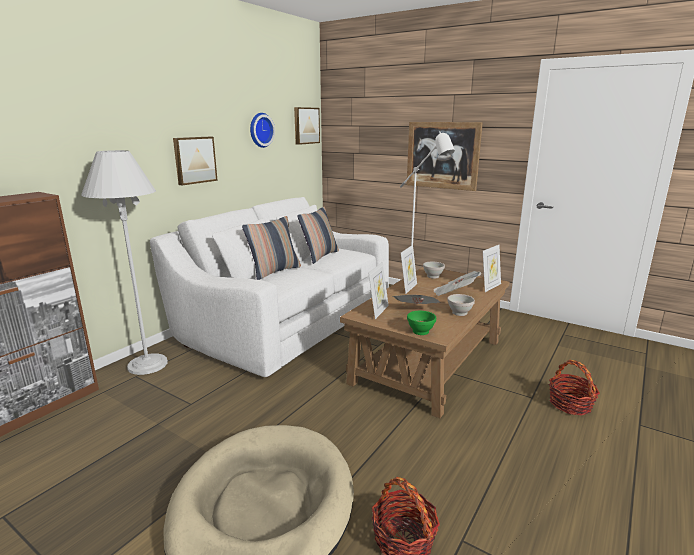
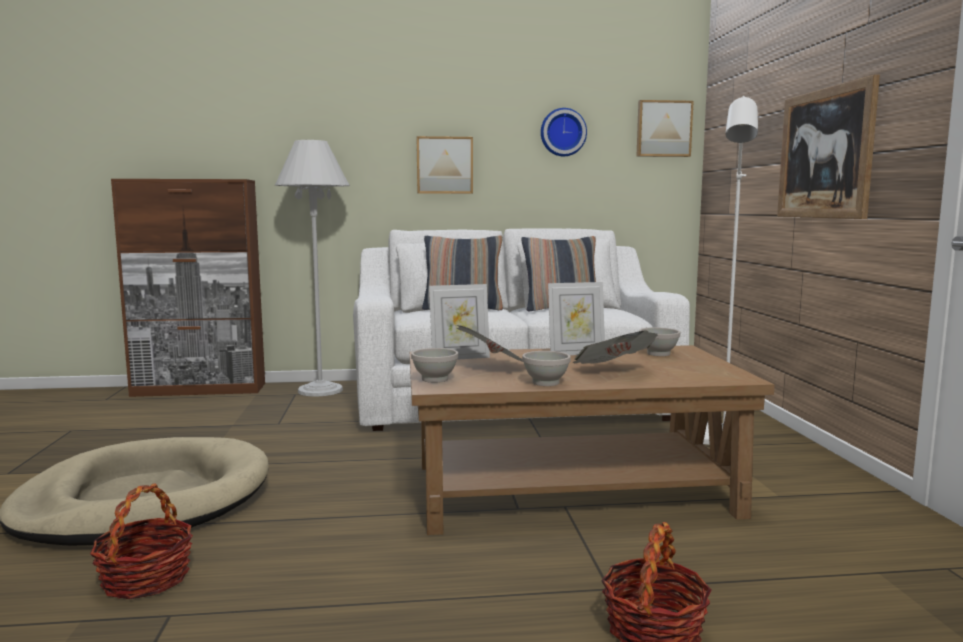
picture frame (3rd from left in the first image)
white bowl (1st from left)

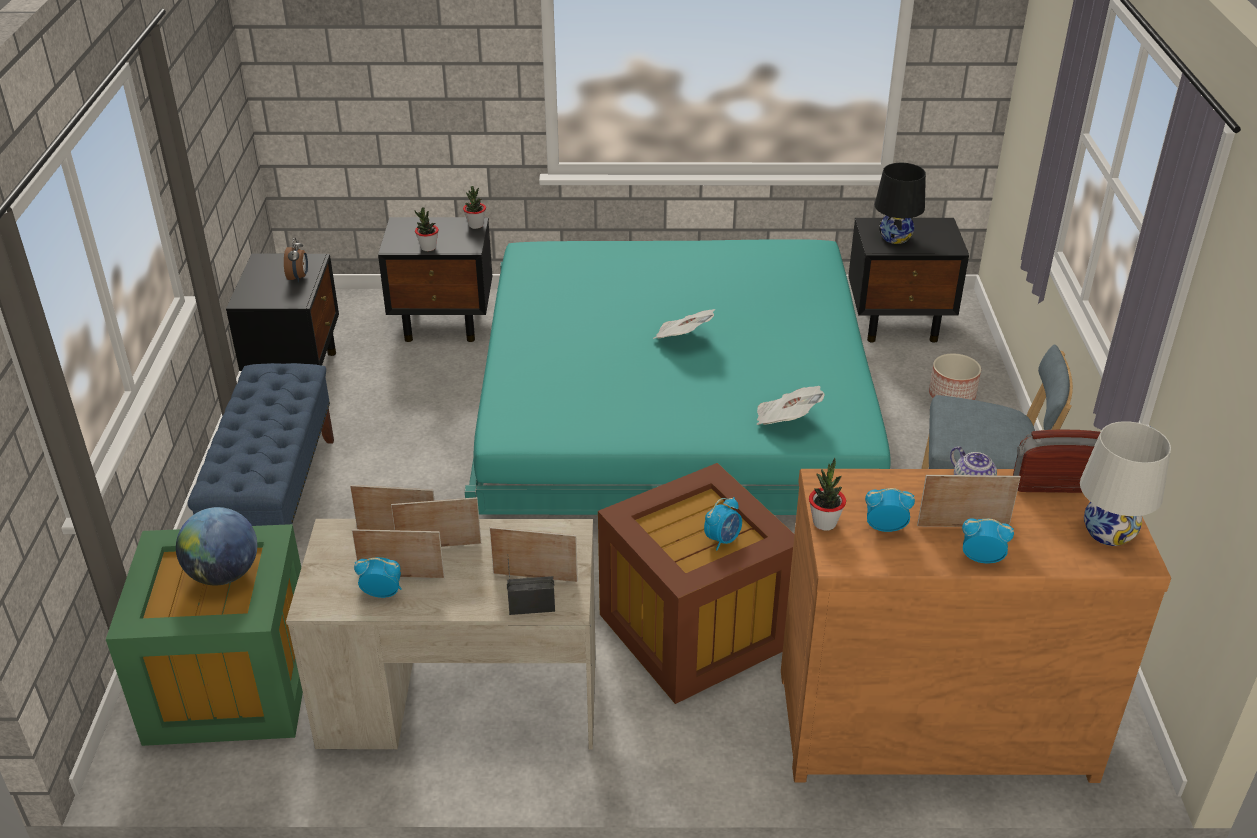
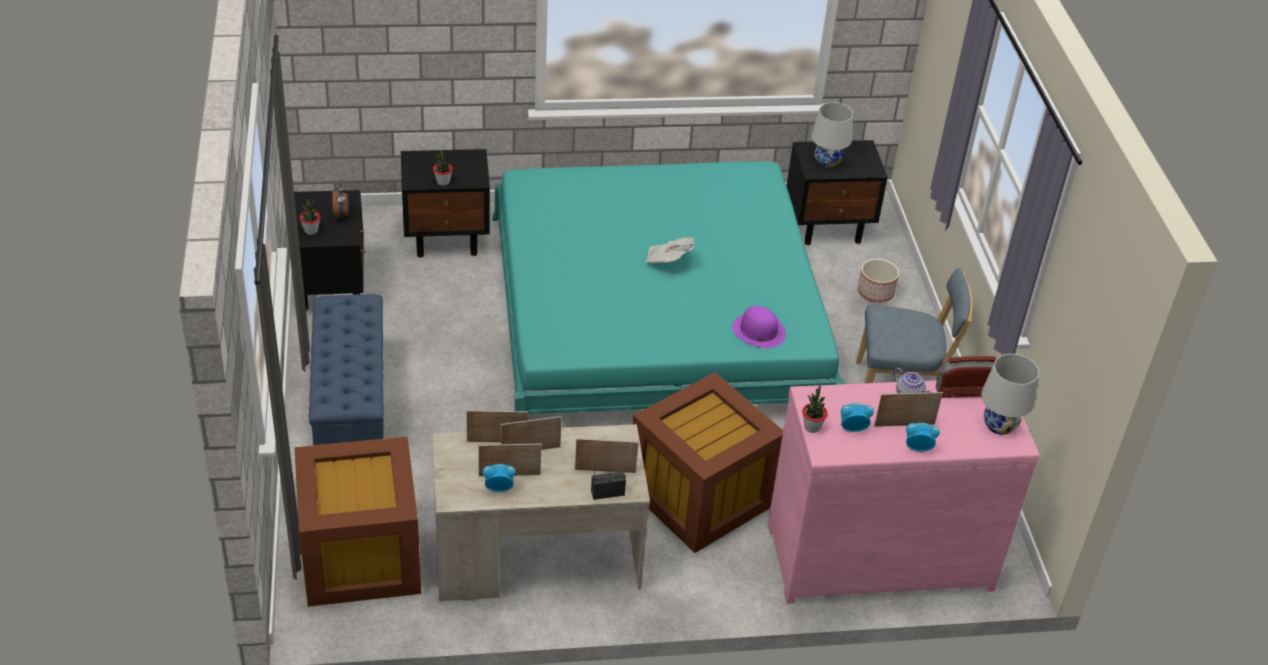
globe
alarm clock (3rd from left in the first image)
potted plant (1st from left)
purple hat
brown storage box (1st from left)
pink dresser
white table lamp (1st from left)

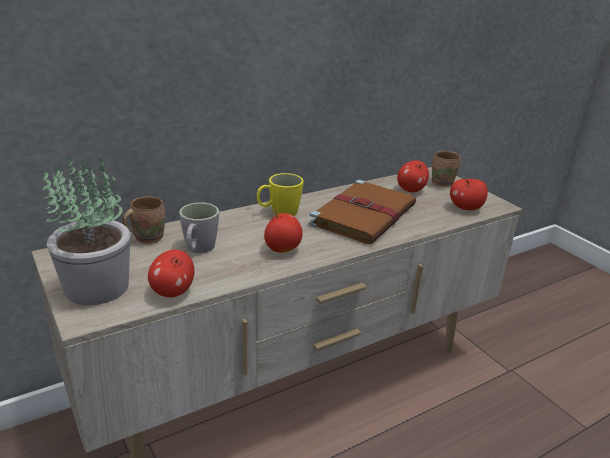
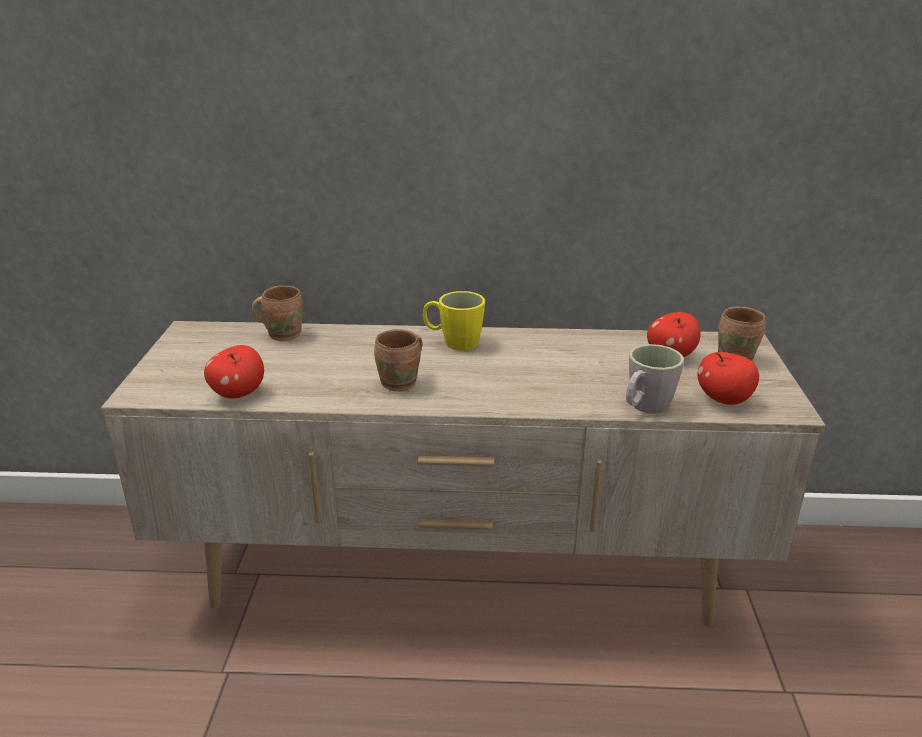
potted plant
brown book
grey mug
brown mug (2nd from left)

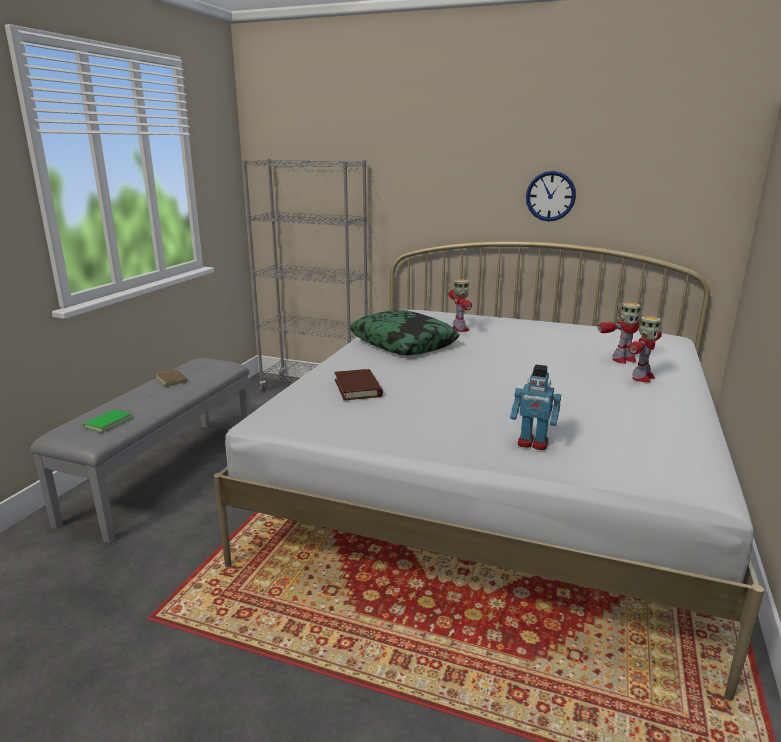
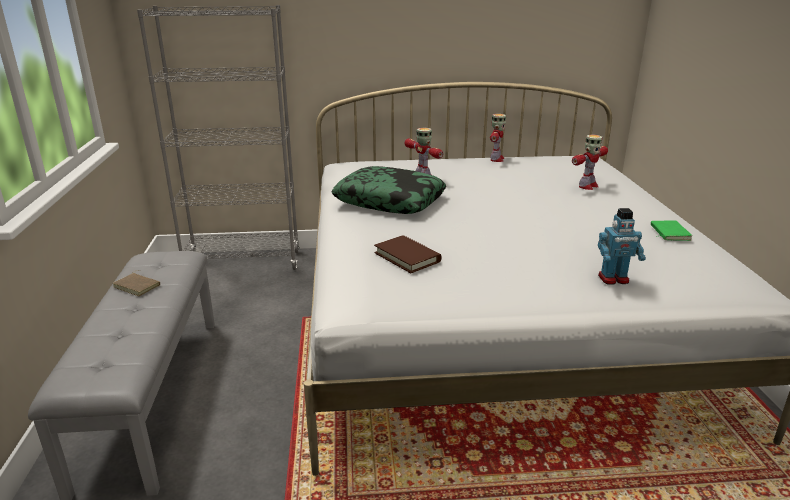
wall clock
green book
toy robot (2nd from left)

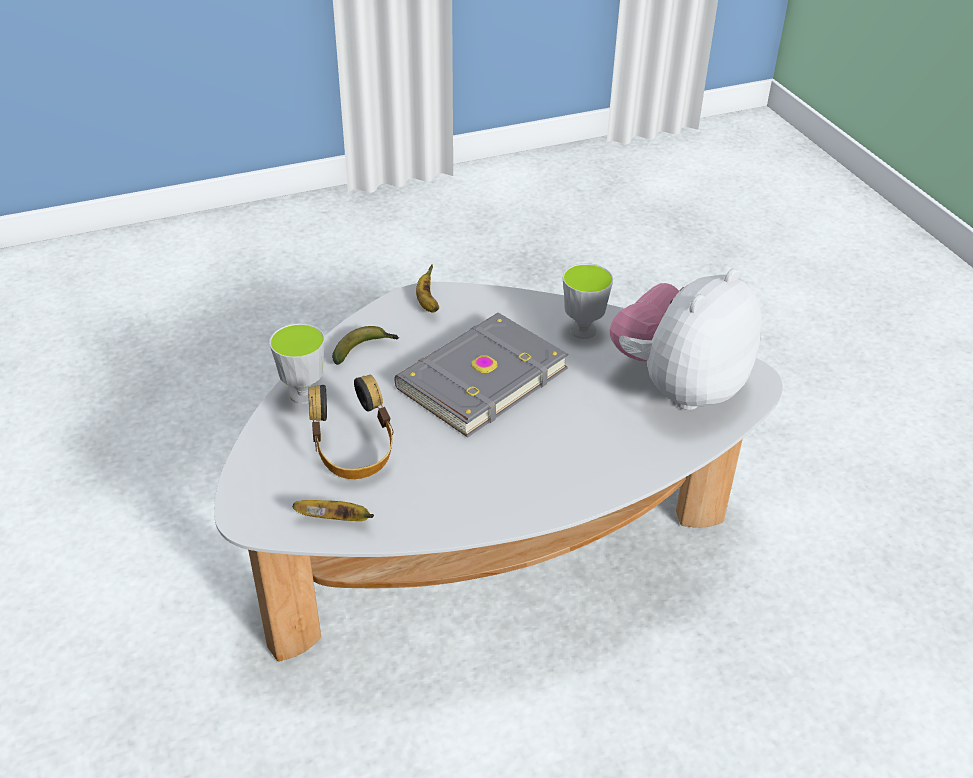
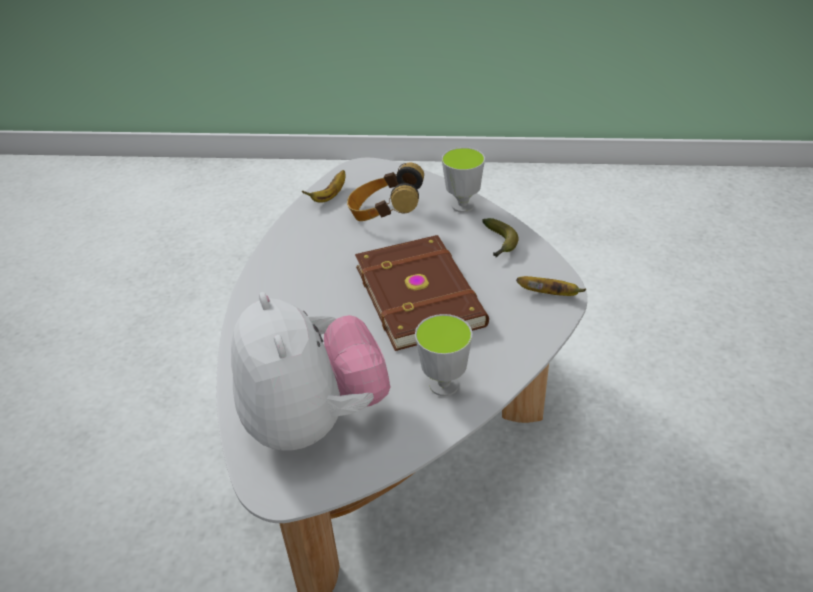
brown book

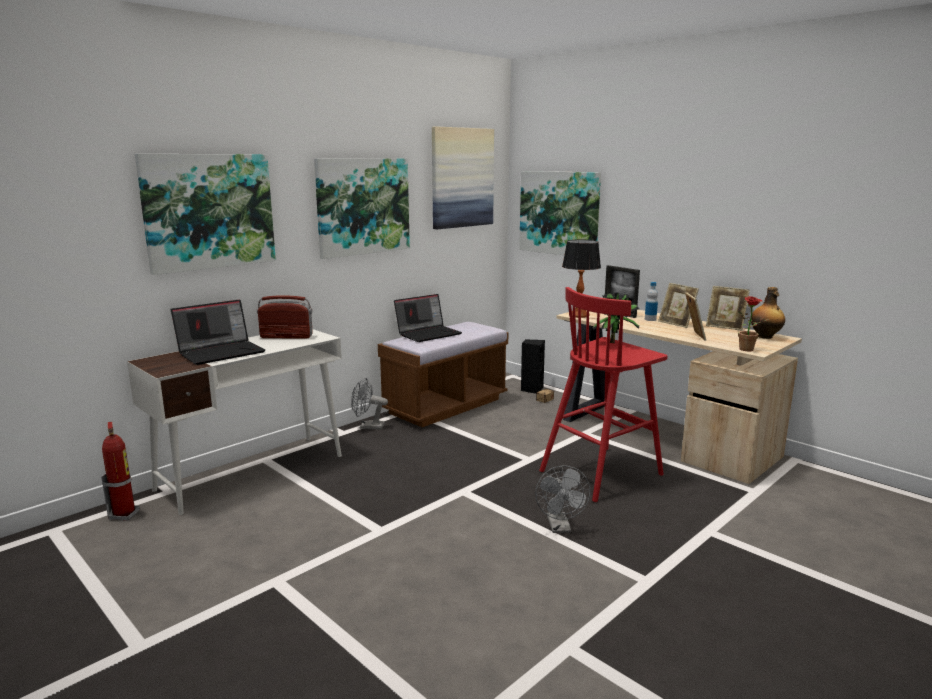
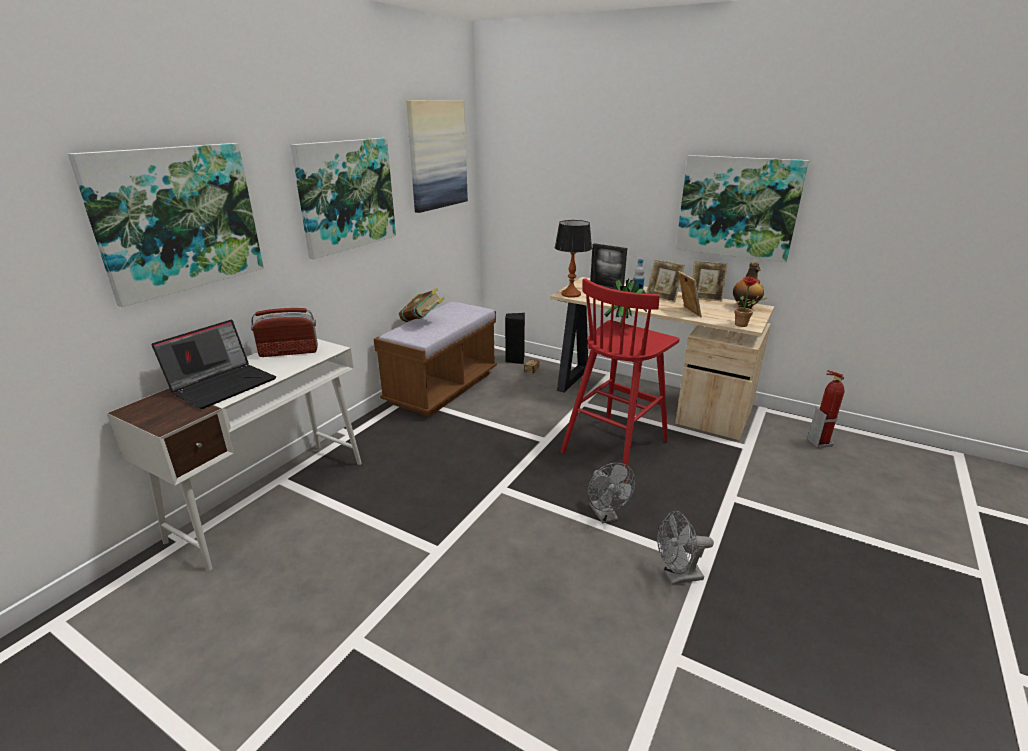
fire extinguisher
grey fan (2nd from left)
picture (4th from left)
book

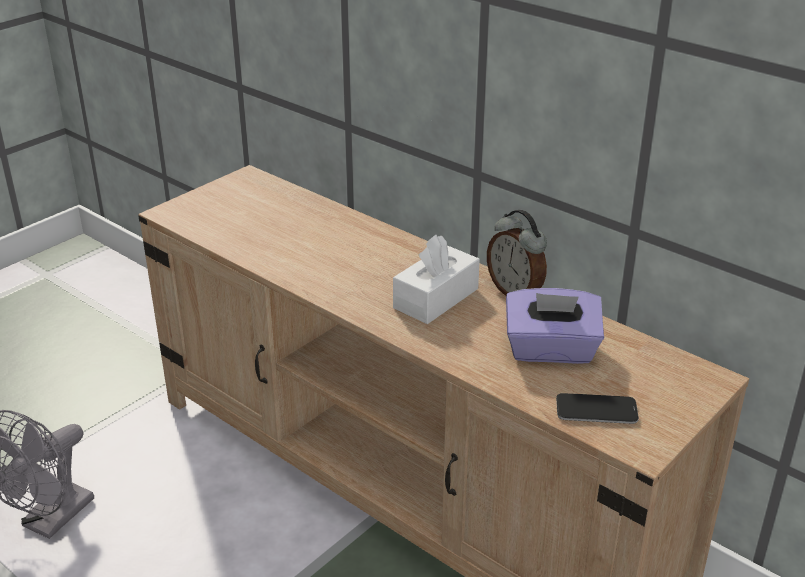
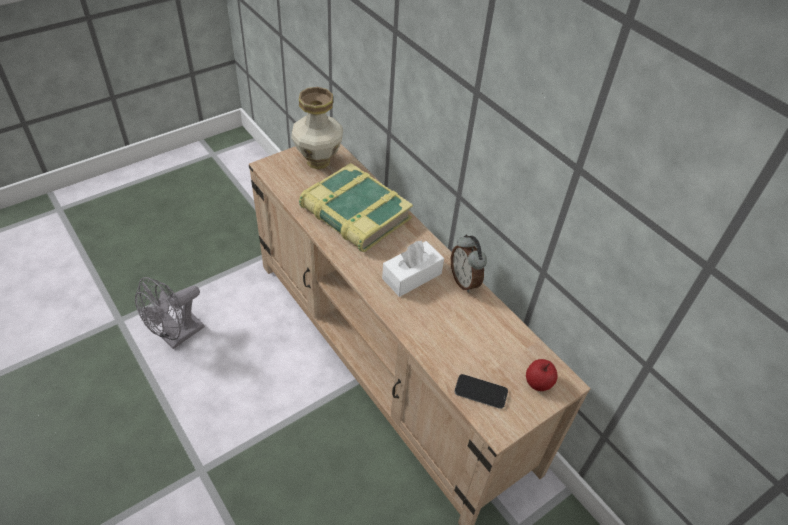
purple tissue box
vase
book
apple

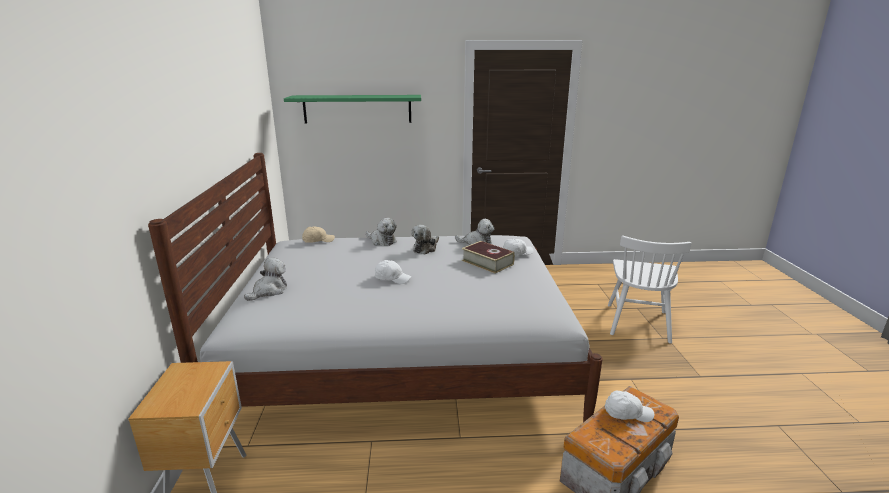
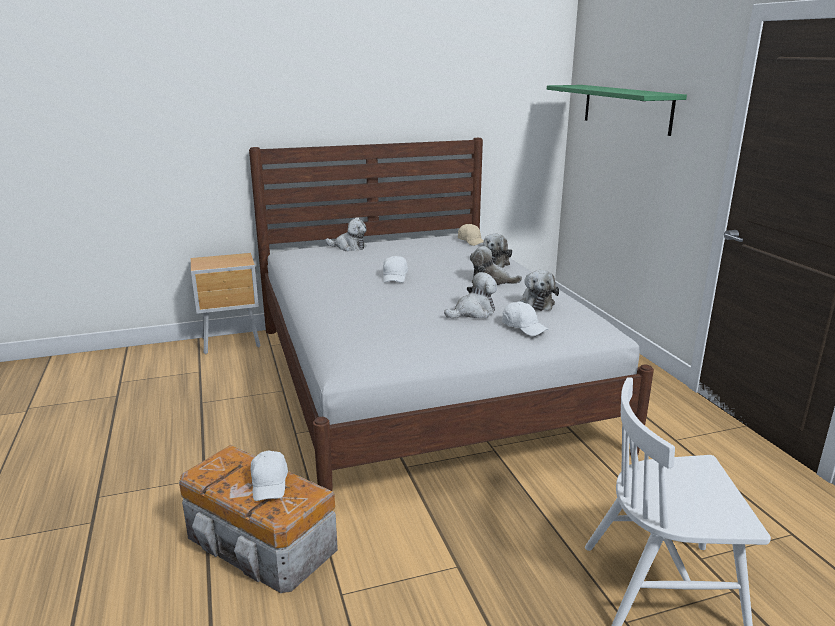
plush toy (2nd from left)

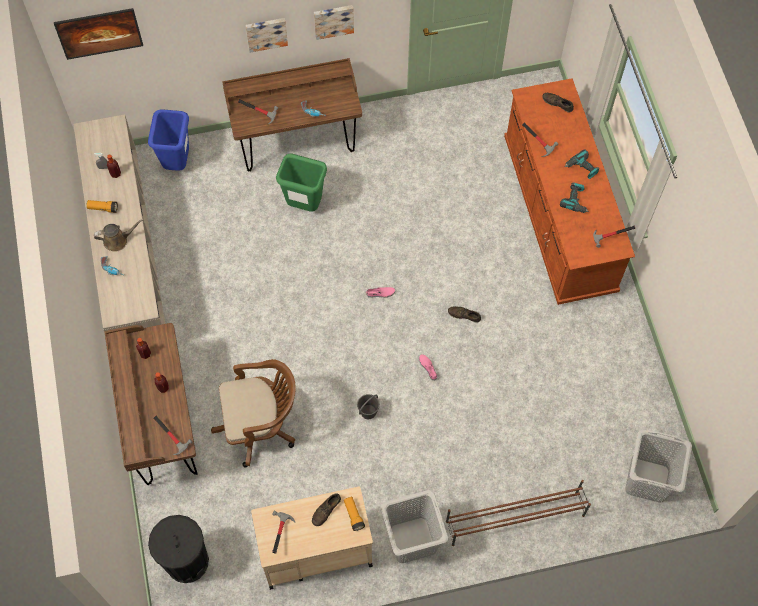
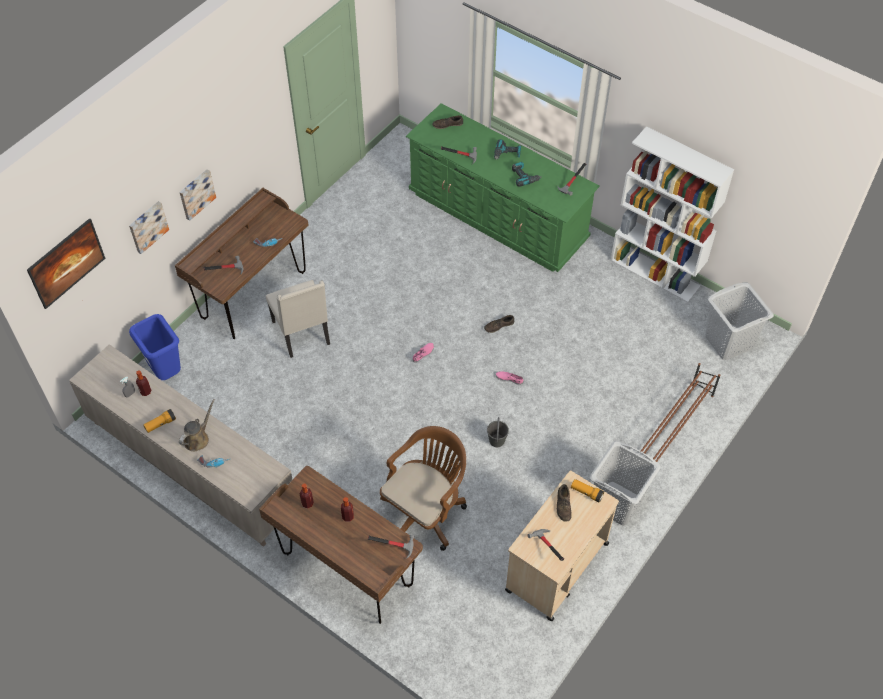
black trash can
white bookcase
picture (2nd from left)
beige chair
green dresser

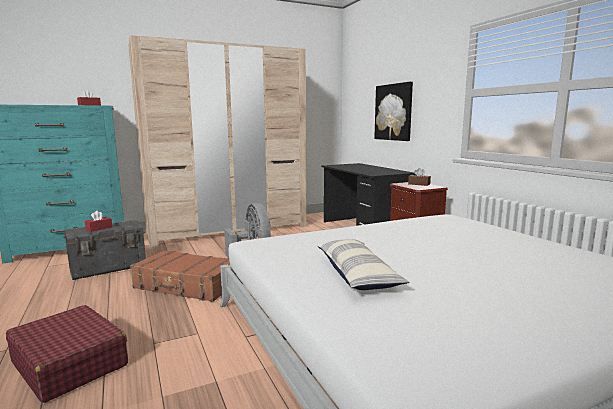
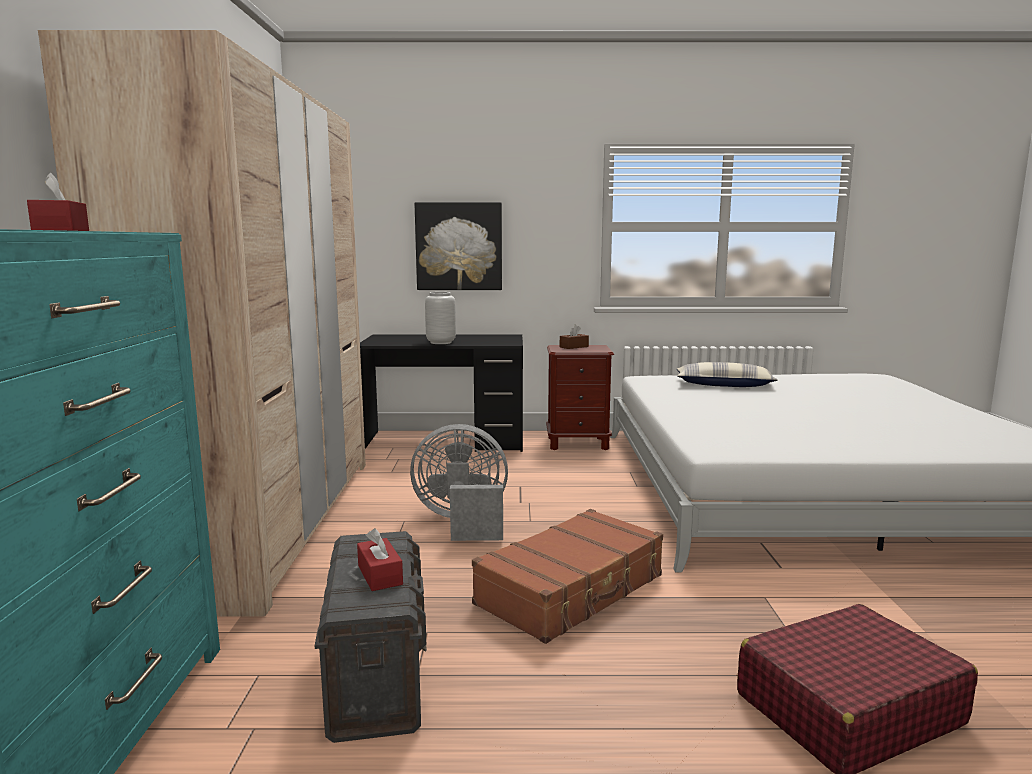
grey vase
pillow

